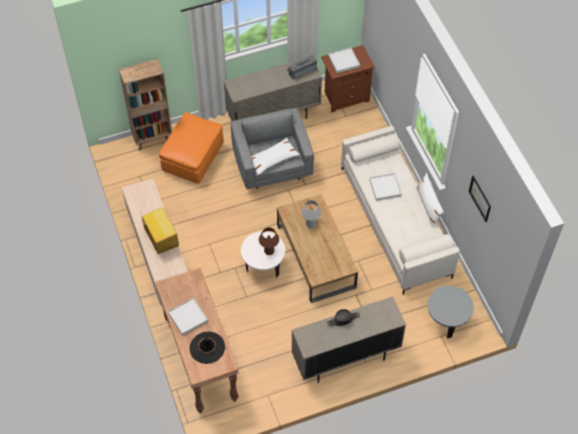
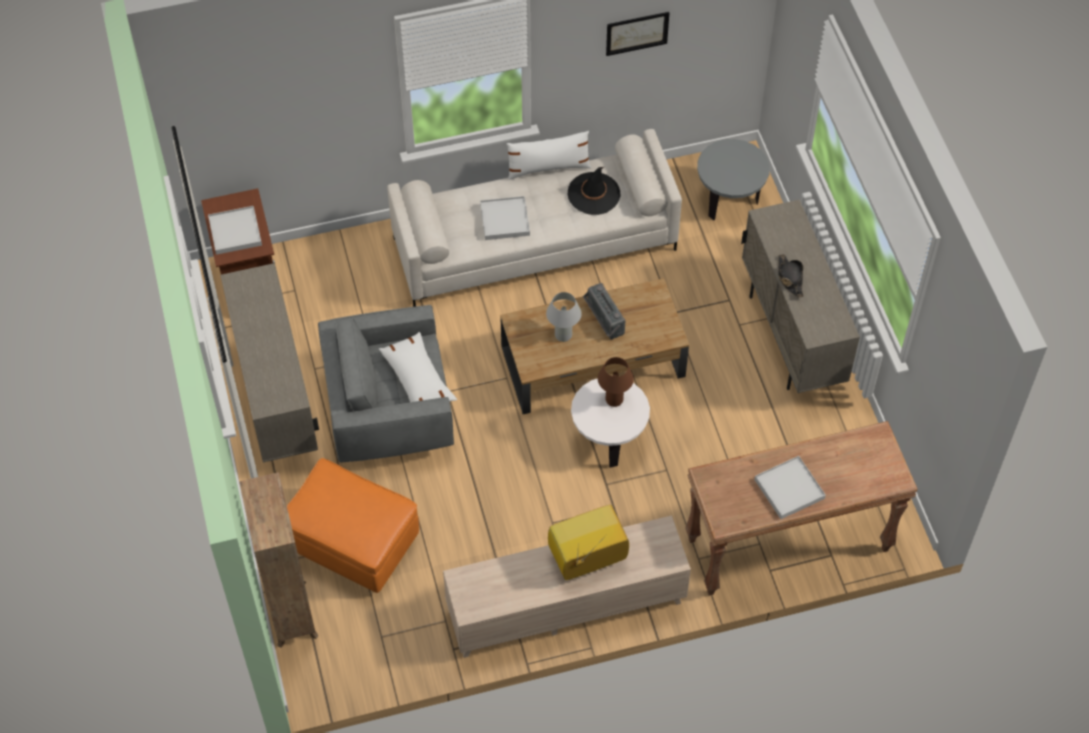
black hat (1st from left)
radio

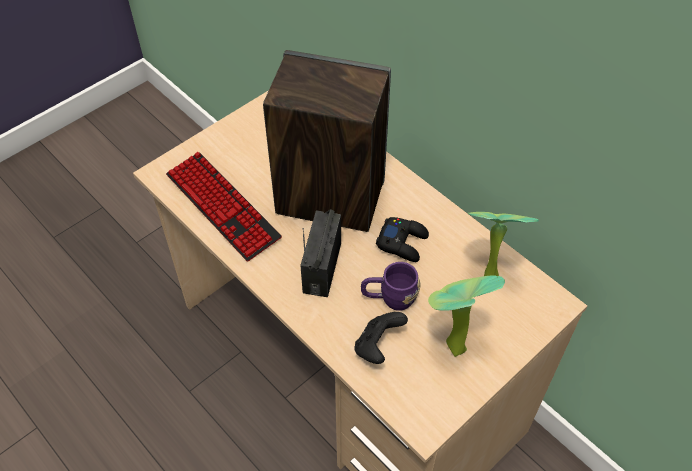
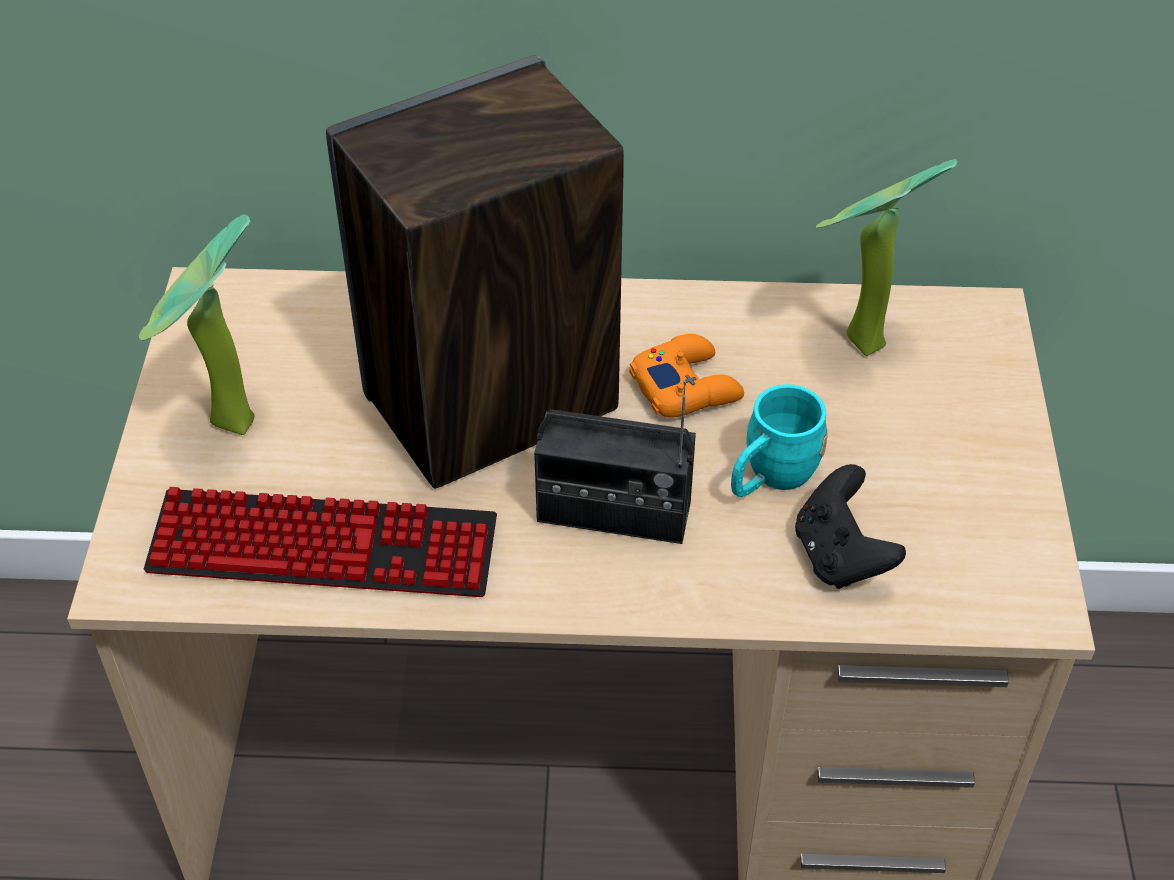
potted plant (1st from left)
turquoise mug
orange game controller
radio

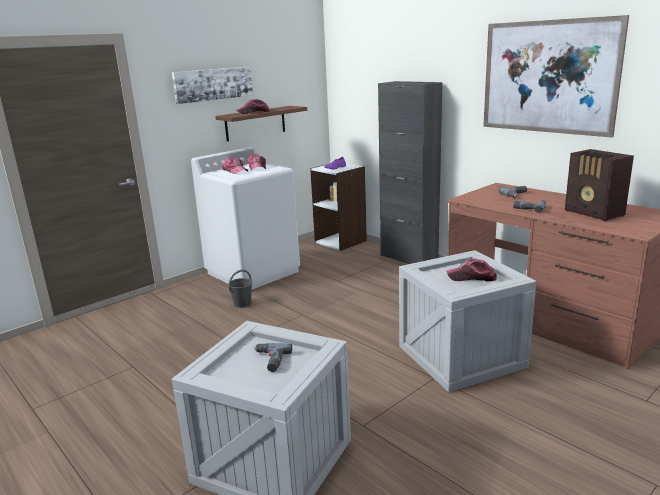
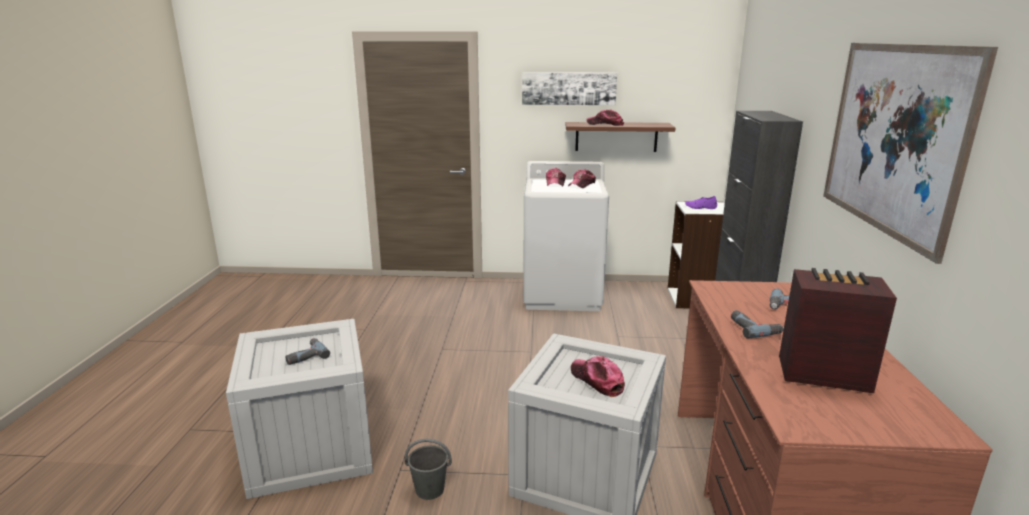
grey bucket
radio

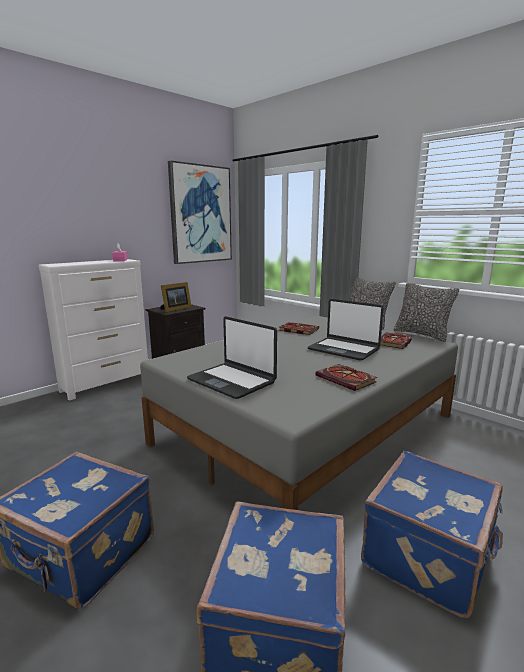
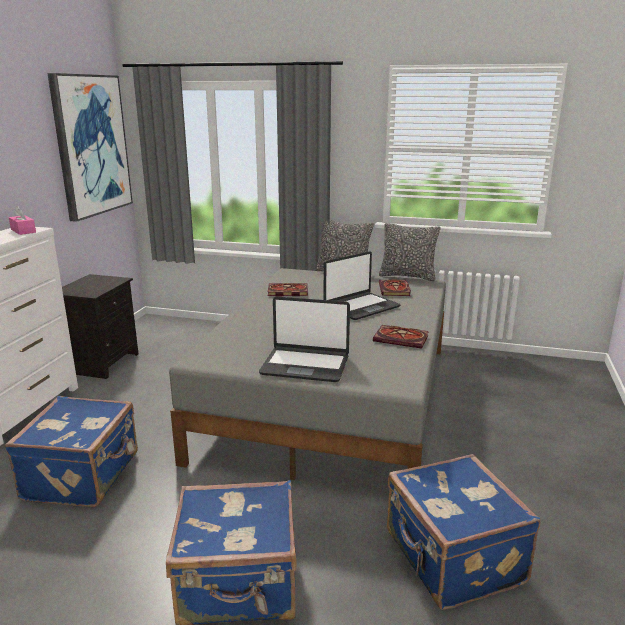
picture frame
blue suitcase (1st from left)
laptop (2nd from left)

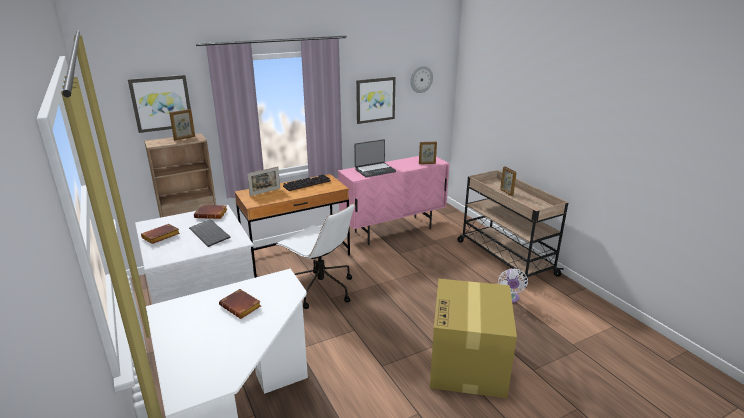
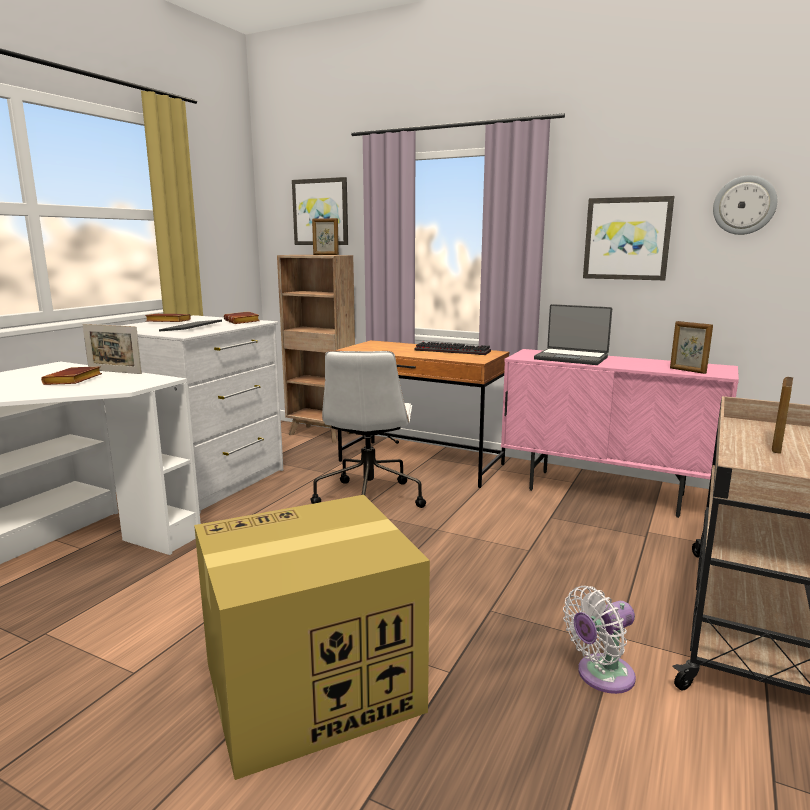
picture frame (1st from left)

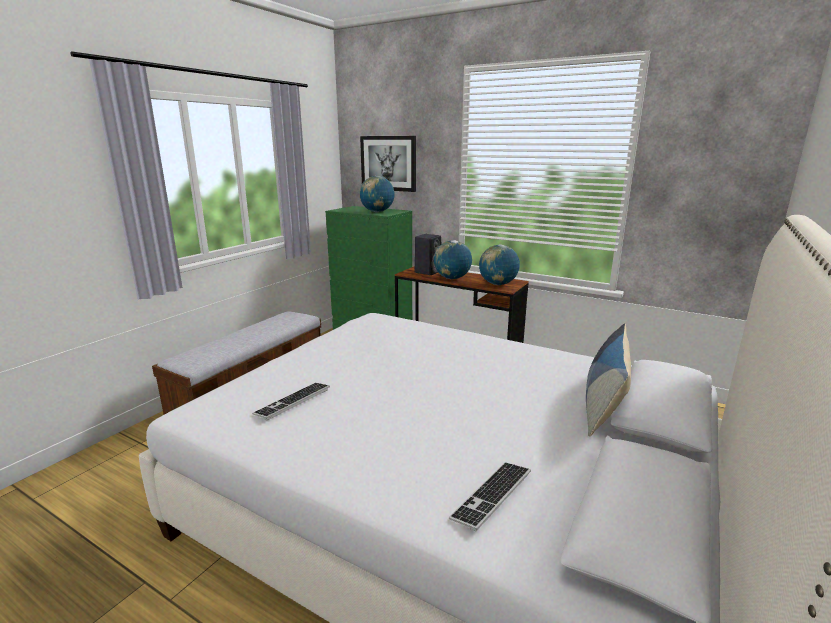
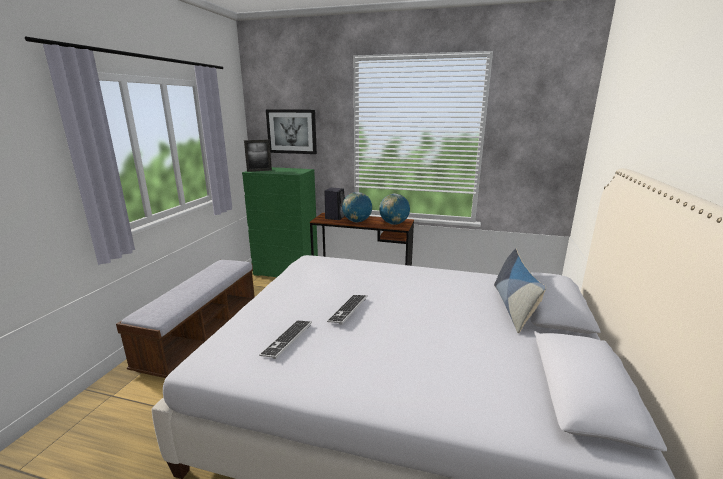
globe (1st from left in the first image)
picture frame
keyboard (2nd from left)

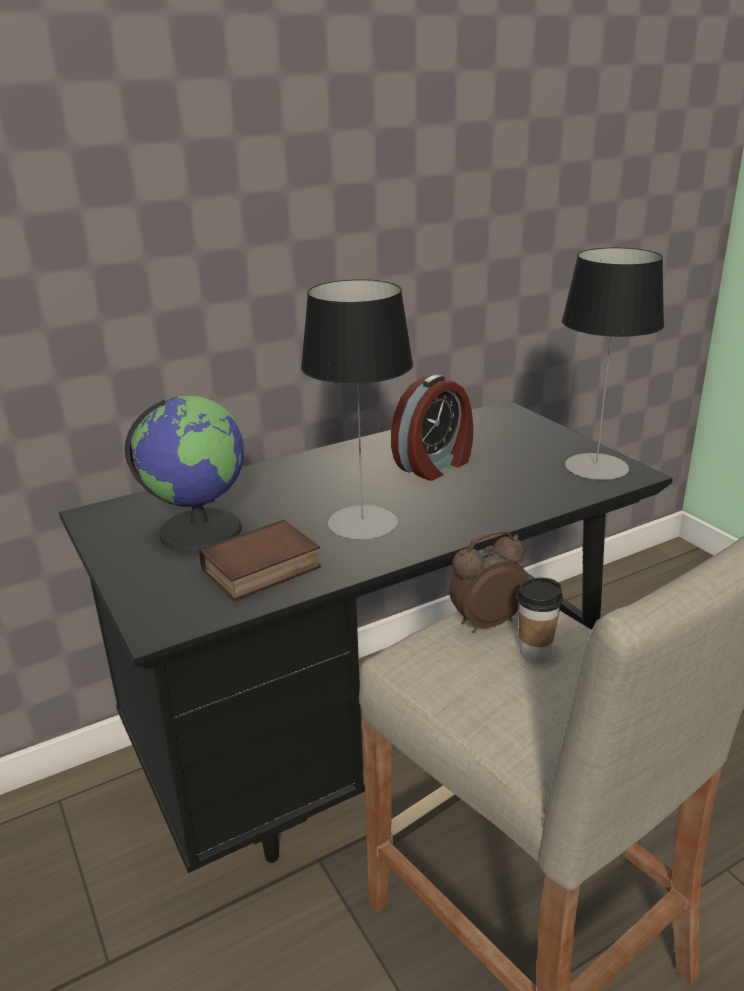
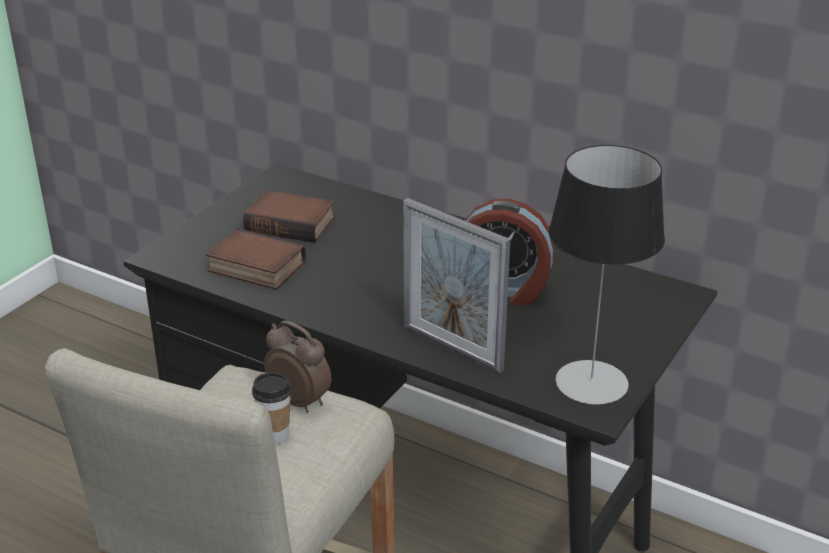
table lamp (1st from left in the first image)
picture frame
book (2nd from left)

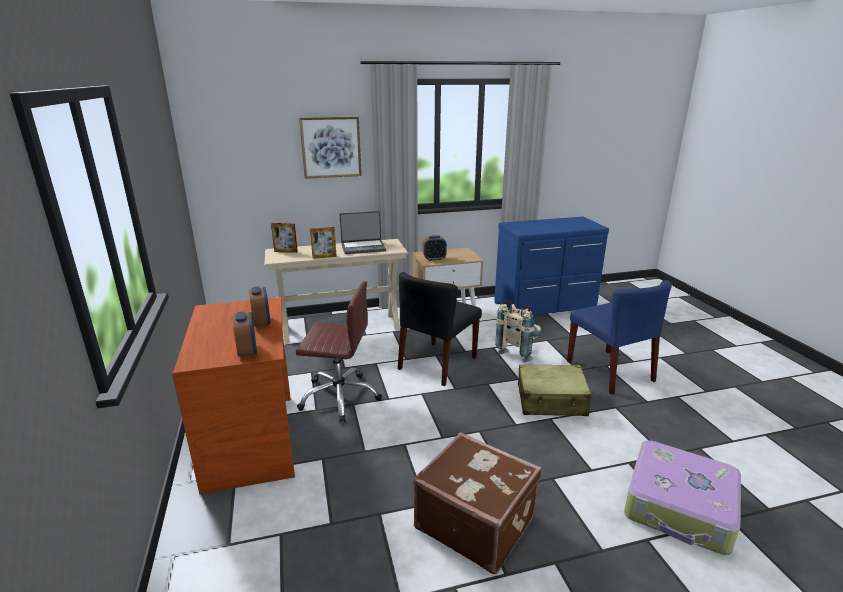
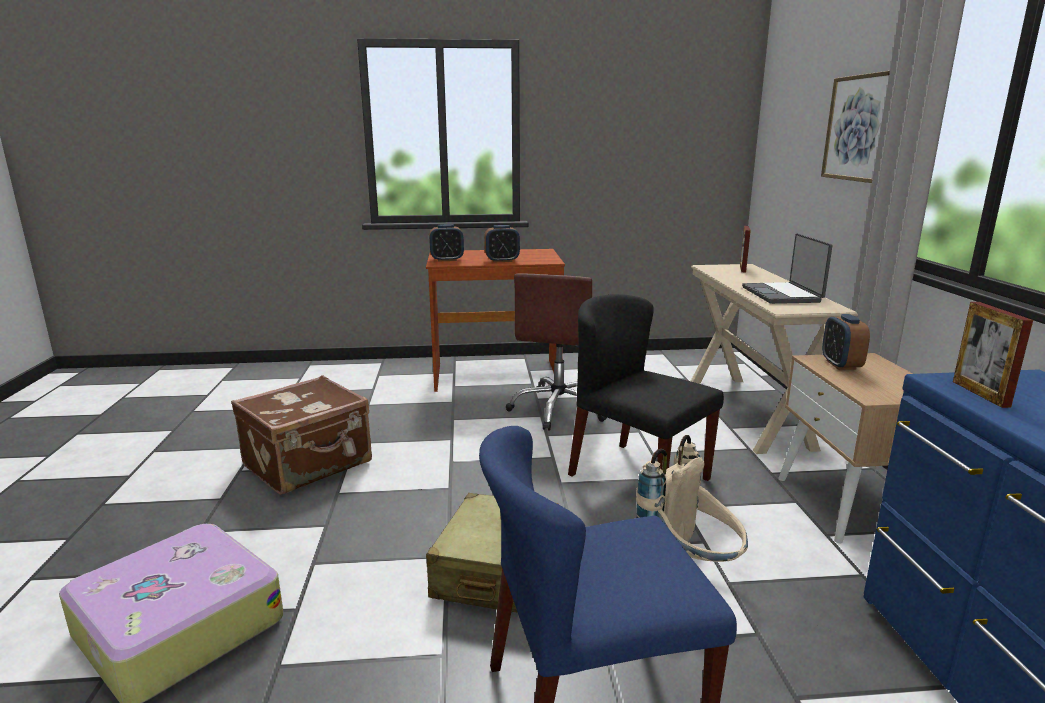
picture frame (2nd from left)

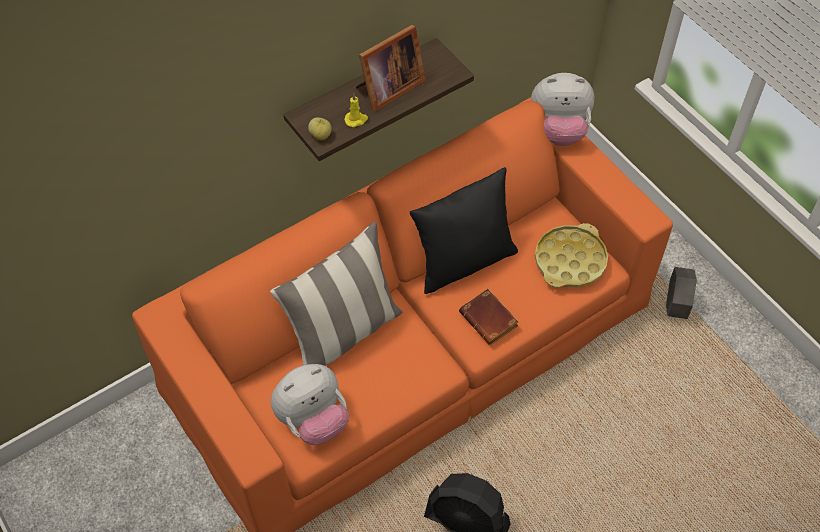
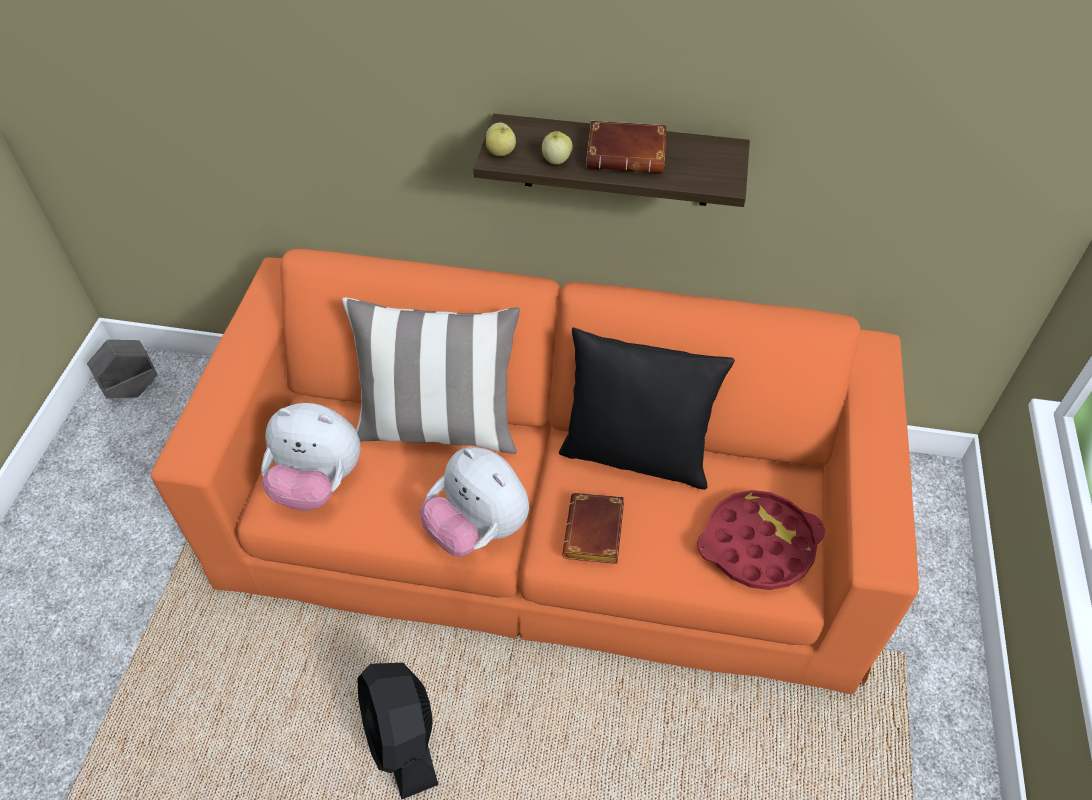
plush toy (2nd from left)
grey planter
apple (2nd from left)
brown book (2nd from left)
red tray

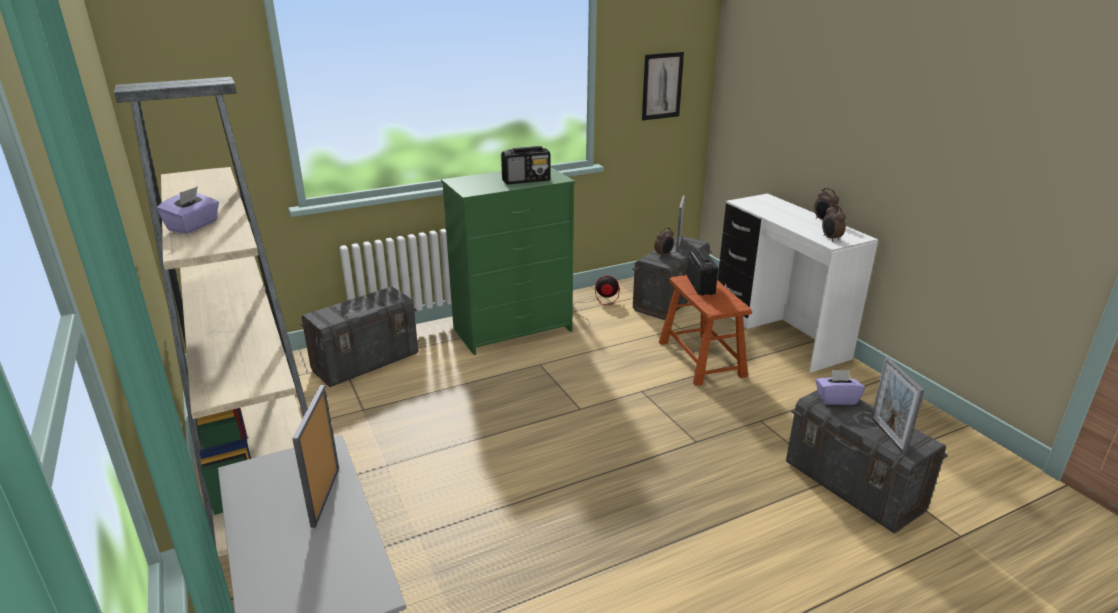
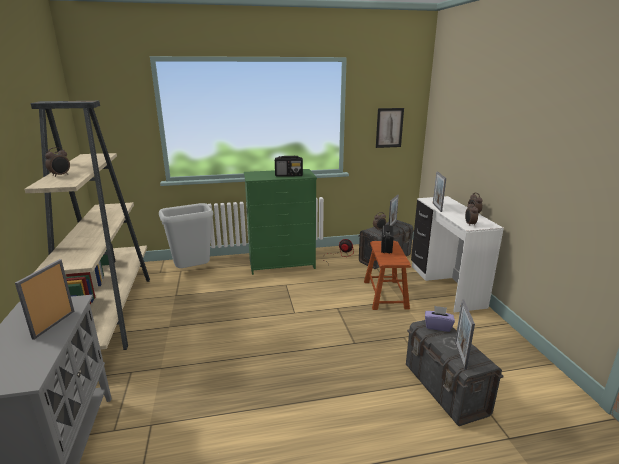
picture frame (3rd from left)
alarm clock (1st from left)
grey trash can

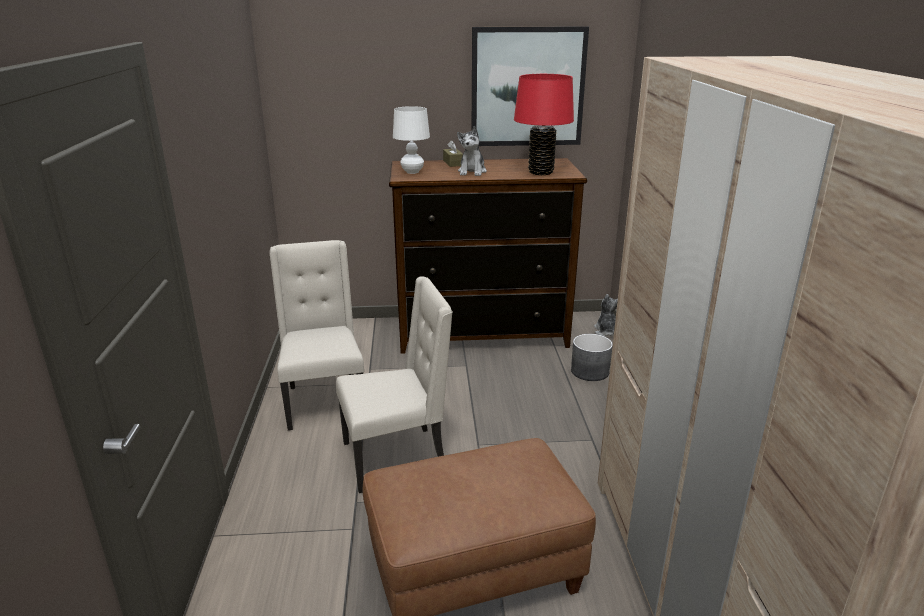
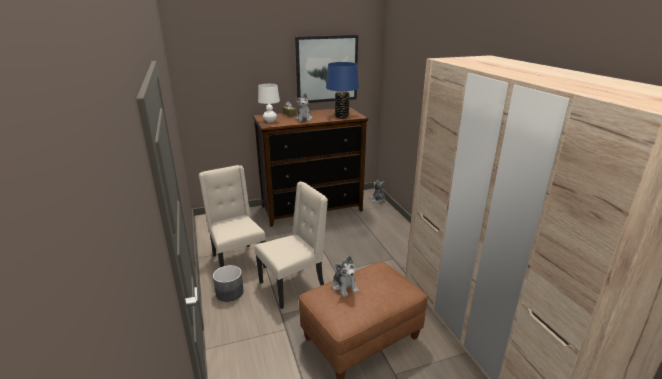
plush toy (2nd from left)
grey planter
blue table lamp

